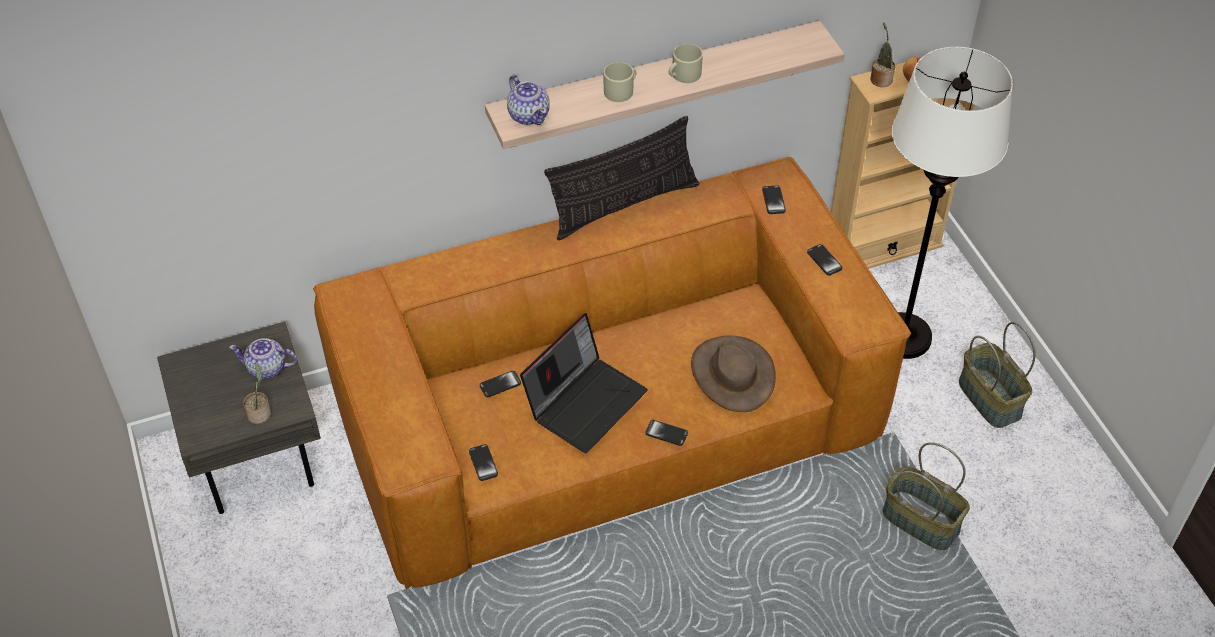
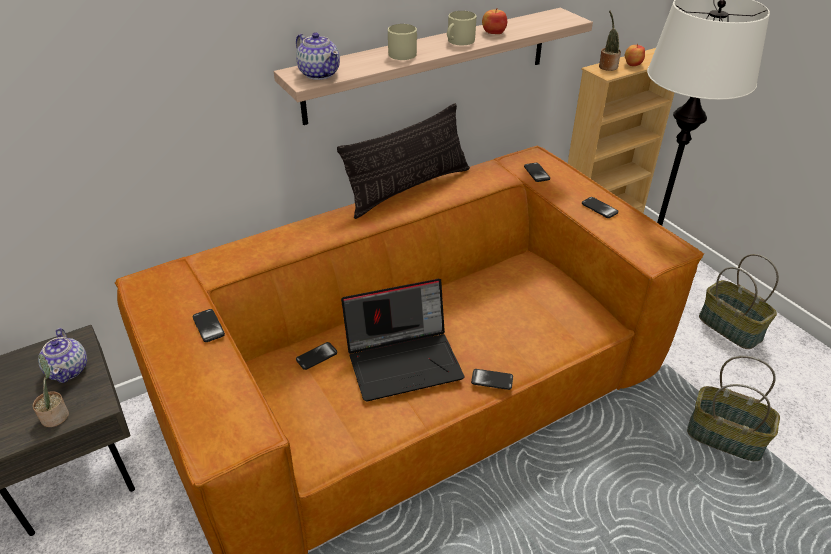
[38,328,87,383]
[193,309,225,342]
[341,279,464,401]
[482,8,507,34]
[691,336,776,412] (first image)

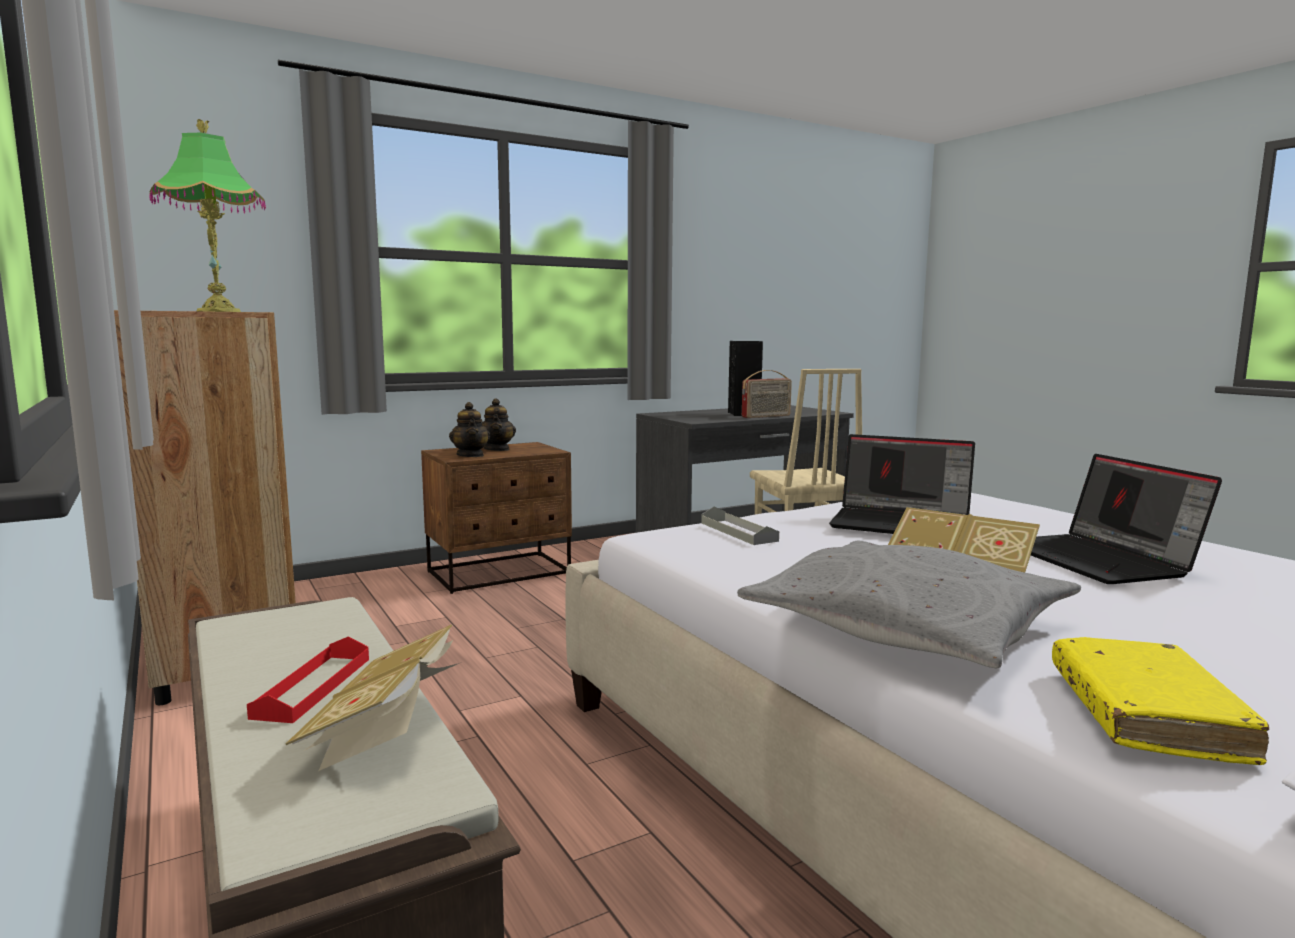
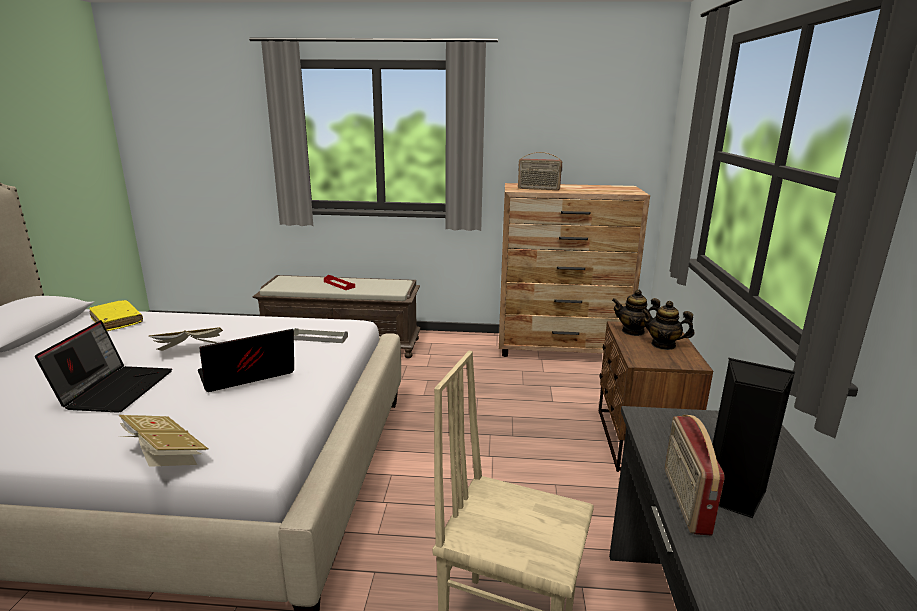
[35,320,172,413]
[119,415,208,467]
[518,152,562,190]
[737,541,1081,668] (first image)

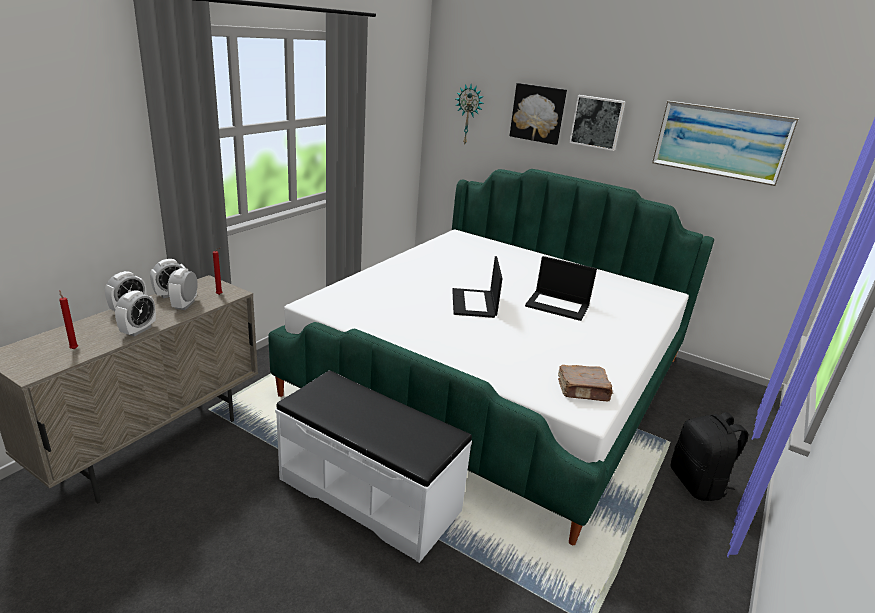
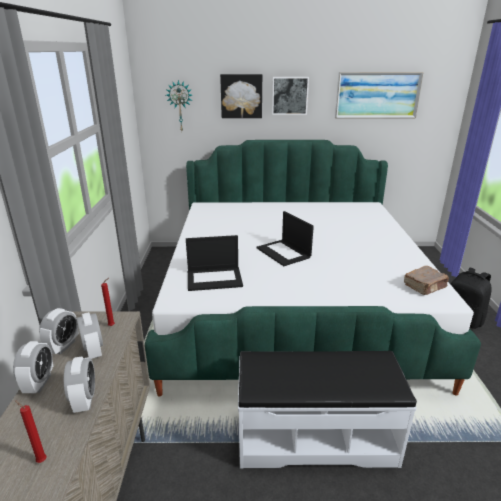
[186,235,243,291]

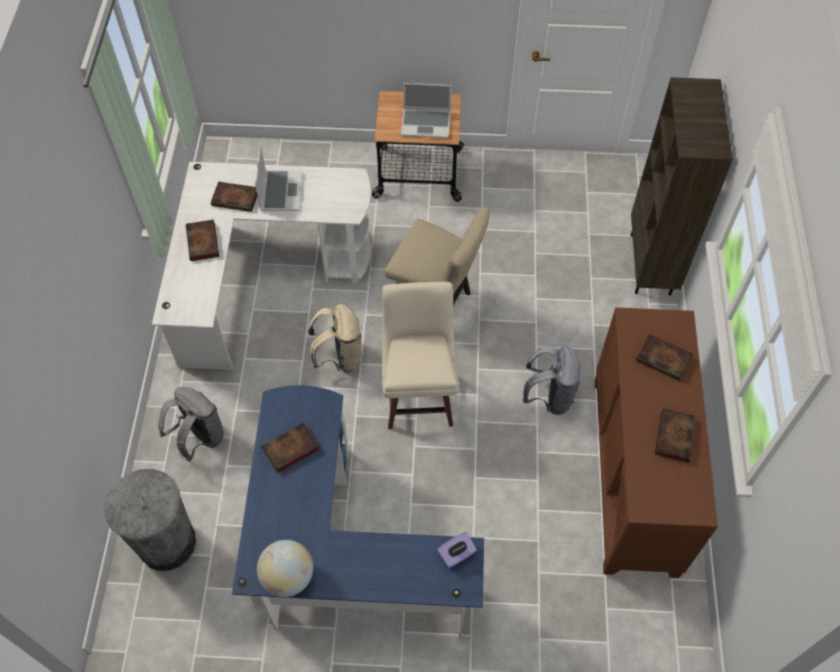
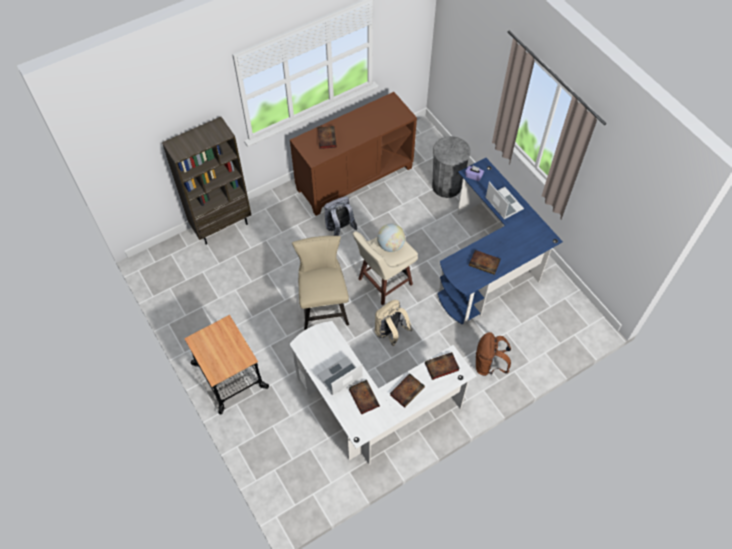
[377,223,405,252]
[425,352,460,380]
[432,136,471,198]
[476,332,511,376]
[486,182,524,219]

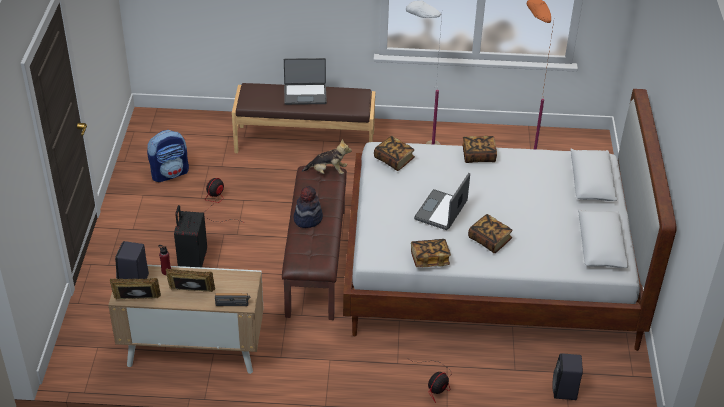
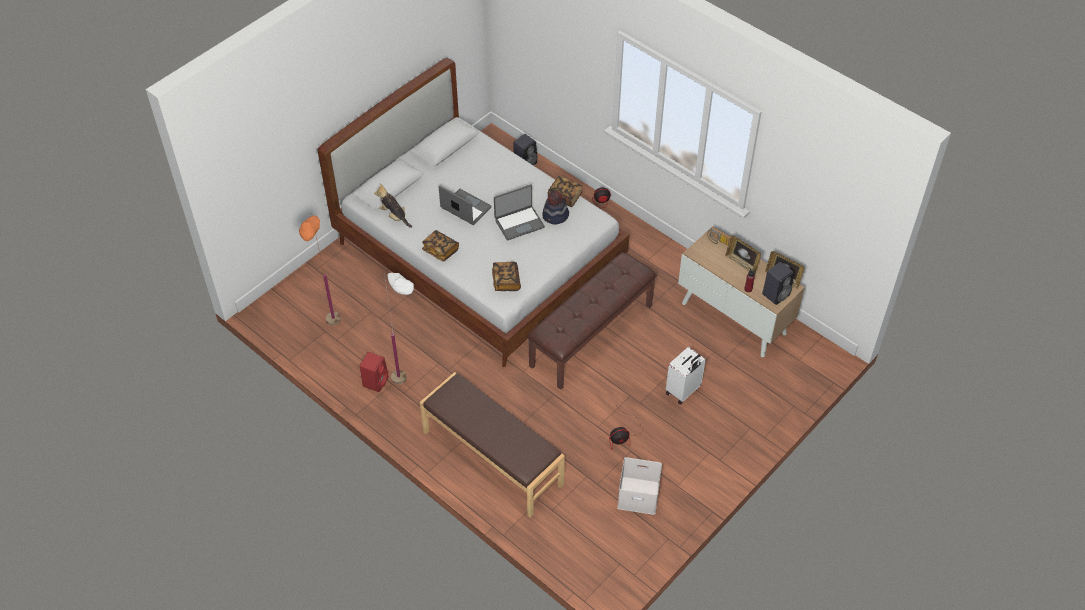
[360,352,389,392]
[374,184,412,228]
[439,186,492,225]
[542,191,569,225]
[617,457,662,515]
[666,347,706,404]
[468,214,513,253] (first image)

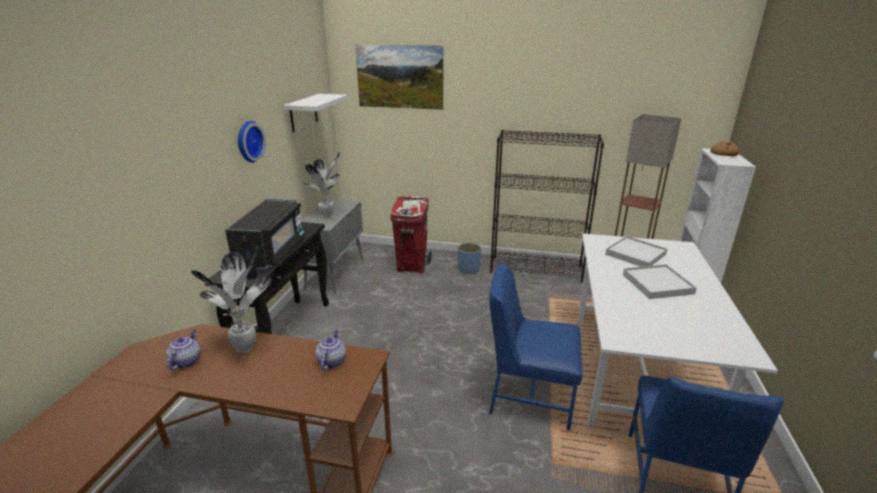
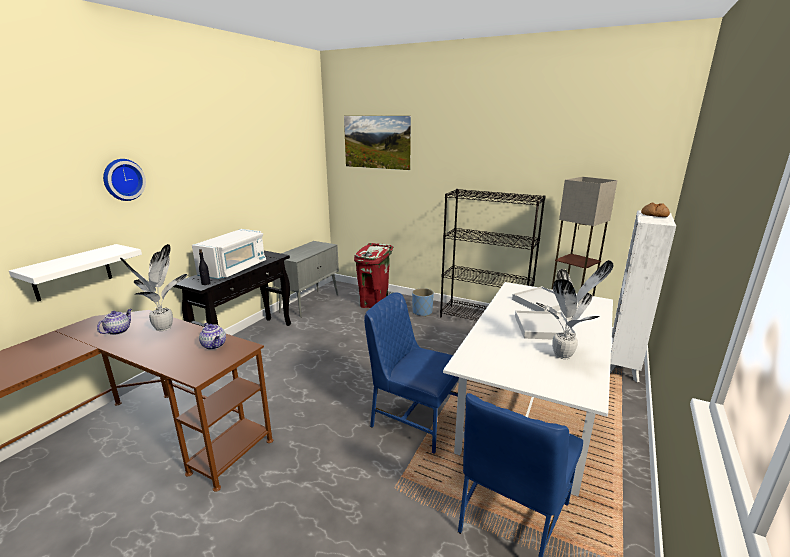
[9,244,142,301]
[103,159,146,201]
[192,229,266,279]
[199,323,226,350]
[536,260,613,359]

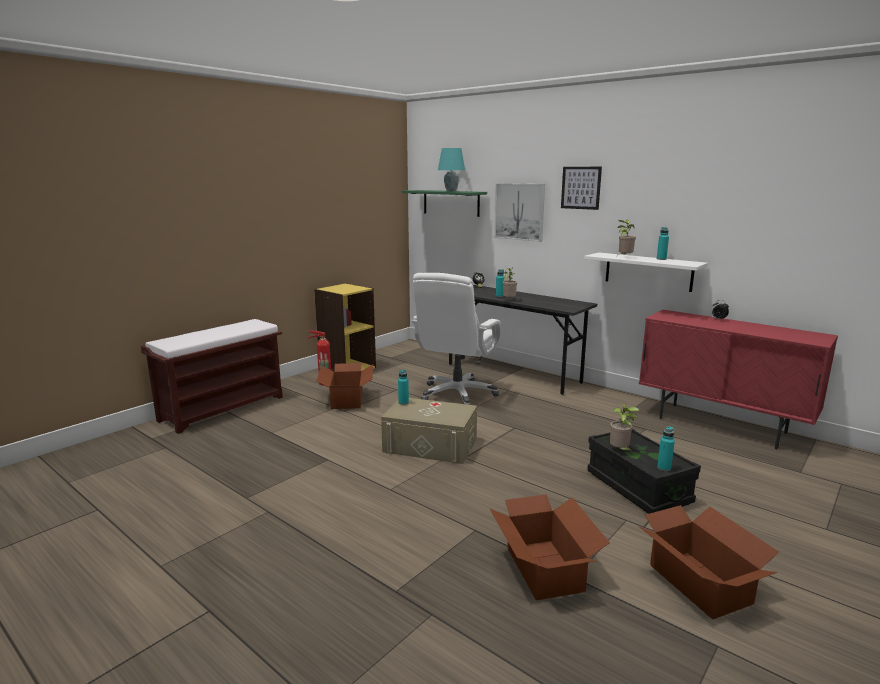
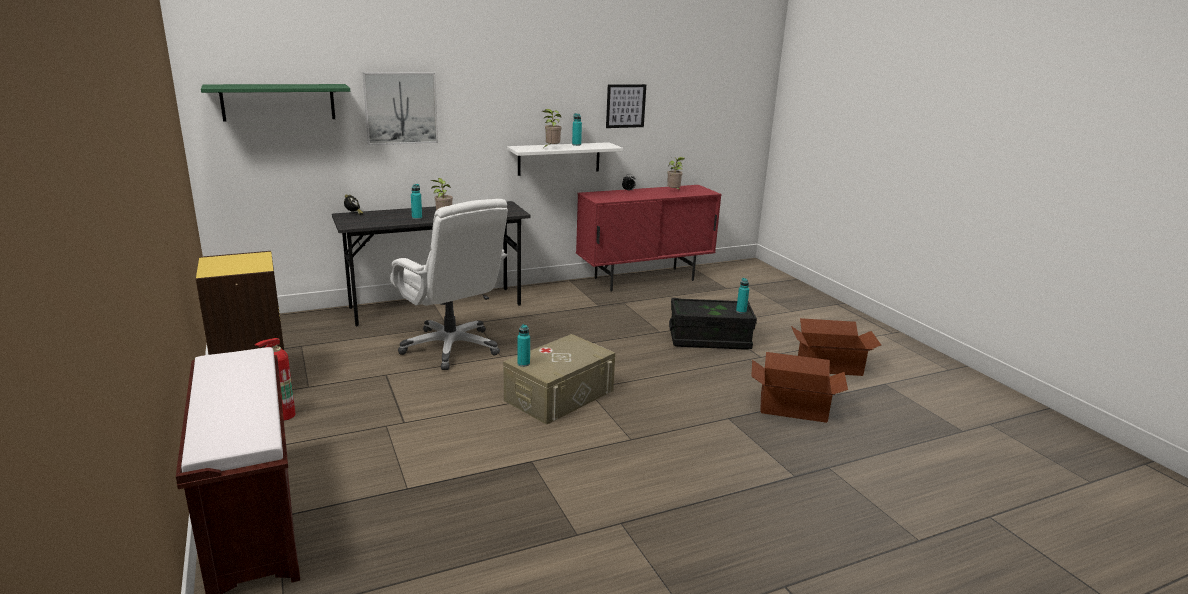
[606,84,646,128]
[667,157,685,191]
[316,363,373,409] (first image)
[438,148,465,191] (first image)

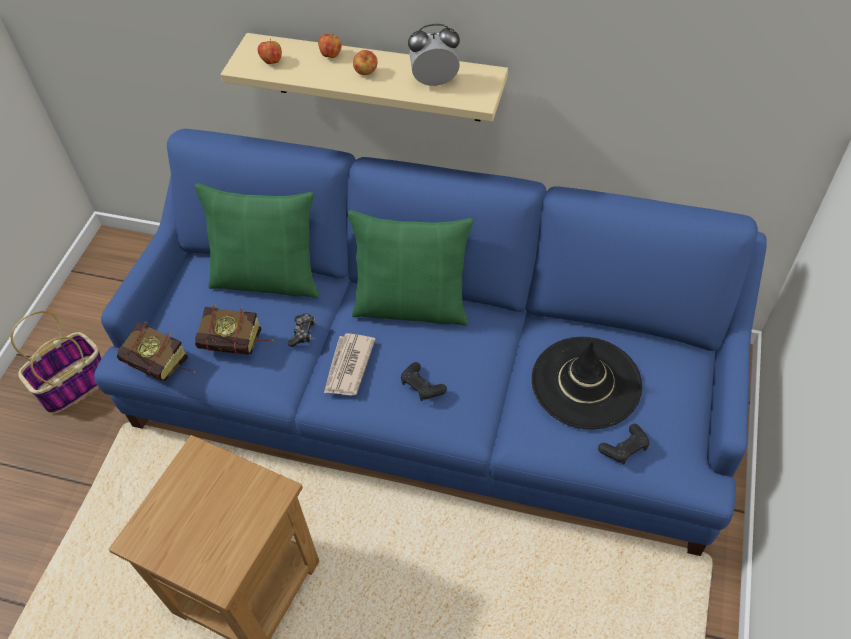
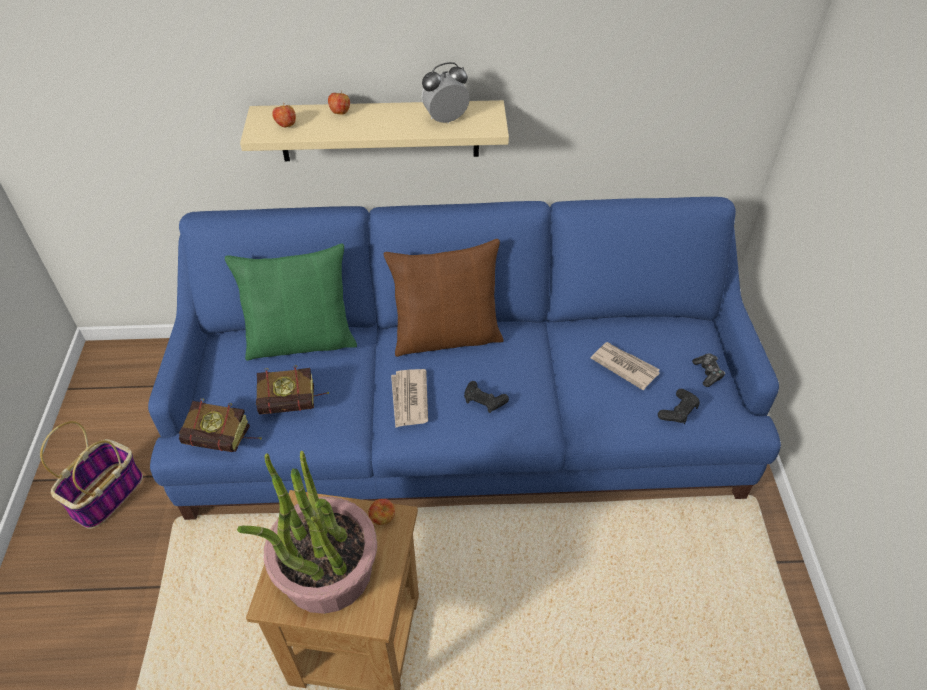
[237,451,377,614]
[369,499,395,525]
[384,239,504,357]
[591,342,660,390]
[692,353,725,387]

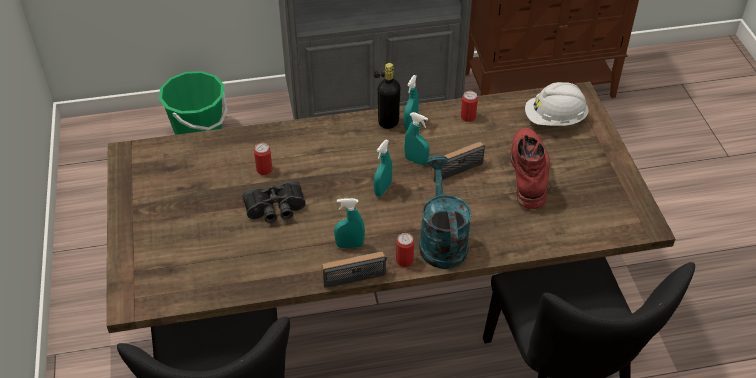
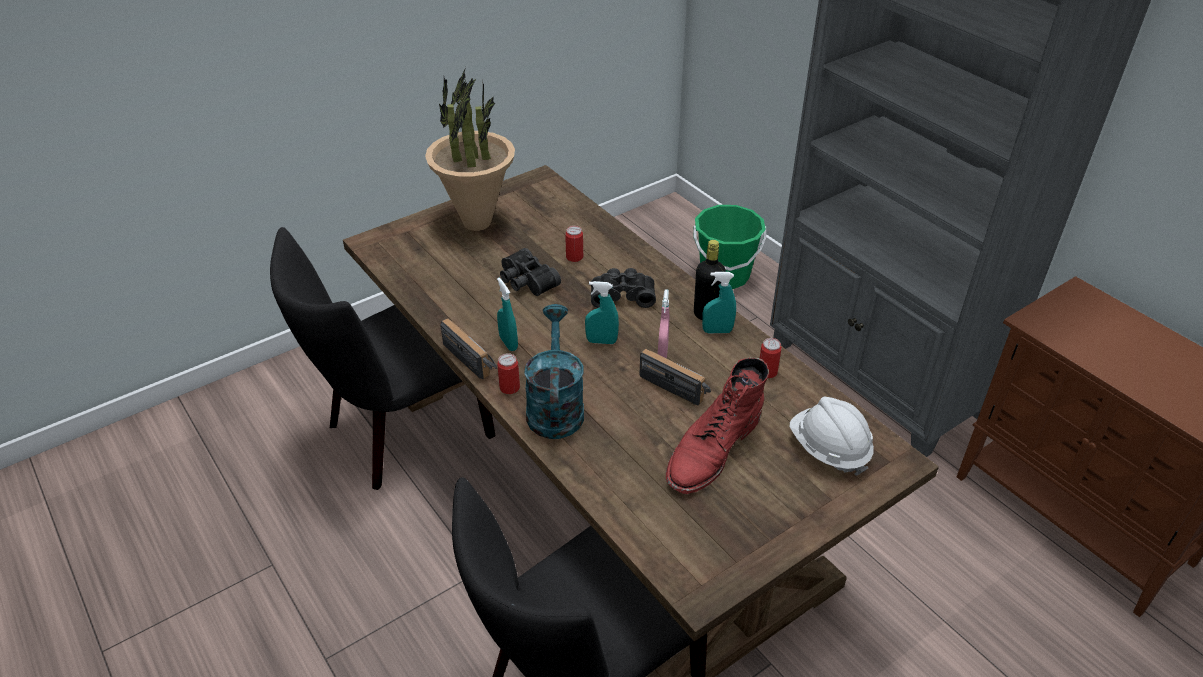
[425,67,515,231]
[524,304,584,439]
[591,268,656,308]
[658,289,670,358]
[666,358,769,494]

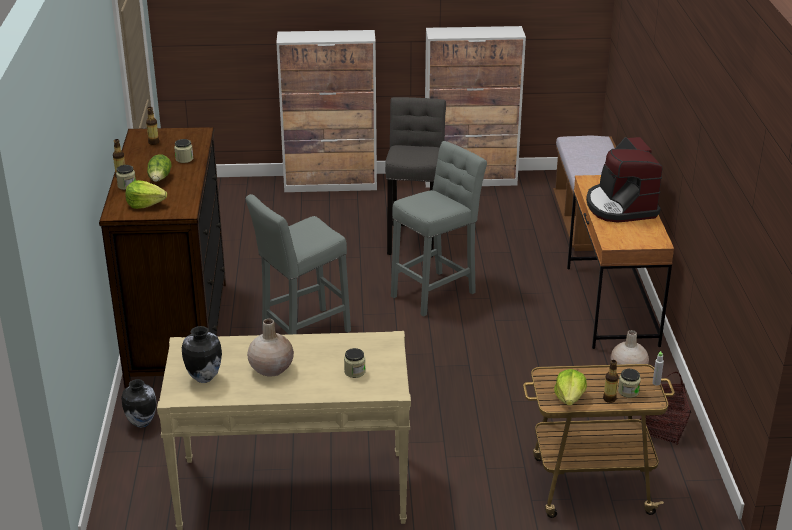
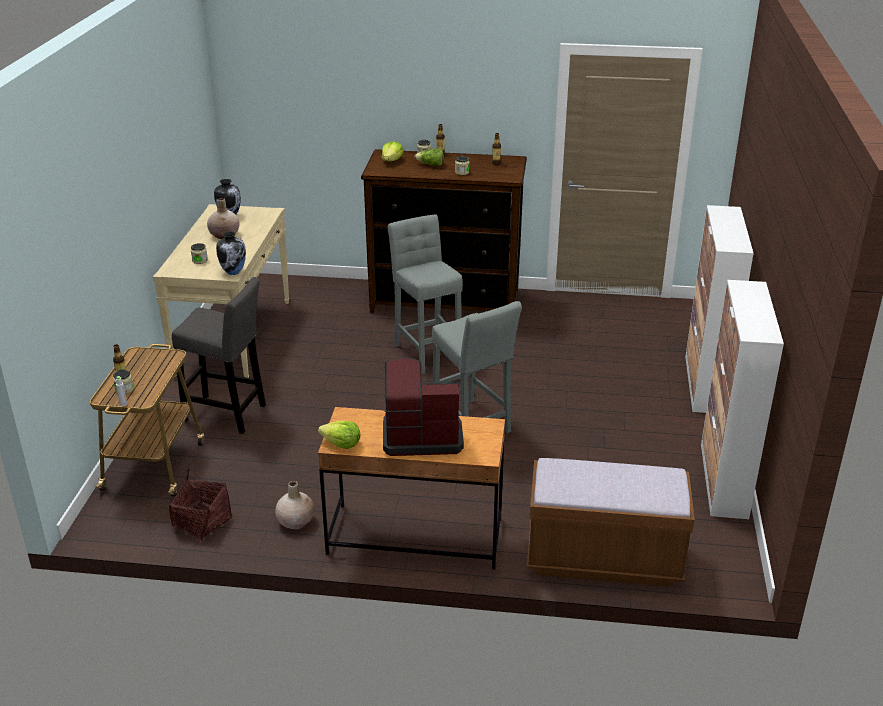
[172,277,266,434]
[216,231,246,275]
[318,421,361,449]

